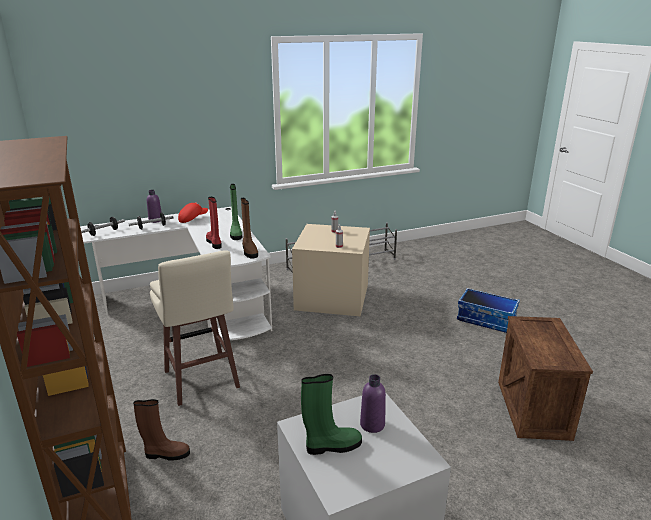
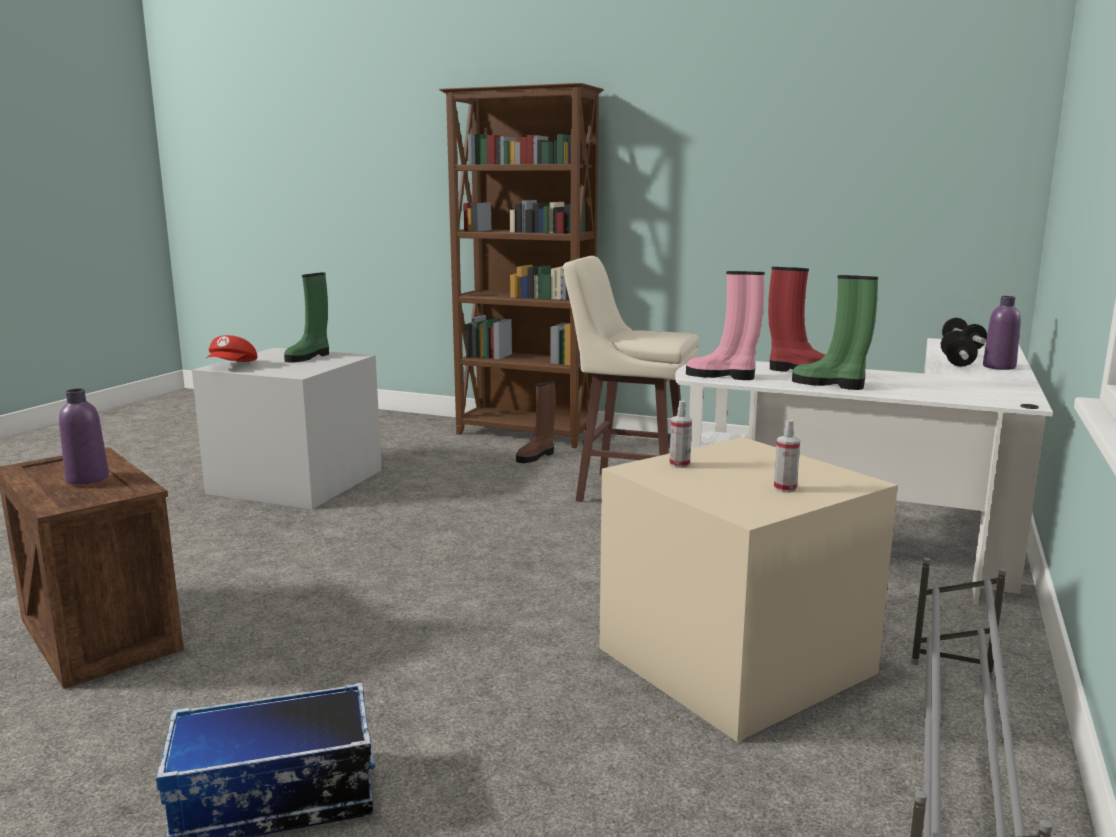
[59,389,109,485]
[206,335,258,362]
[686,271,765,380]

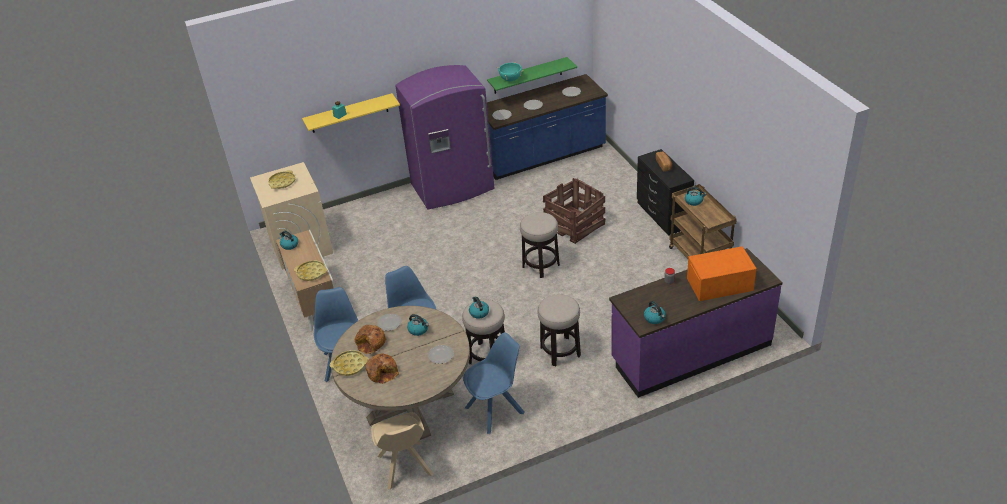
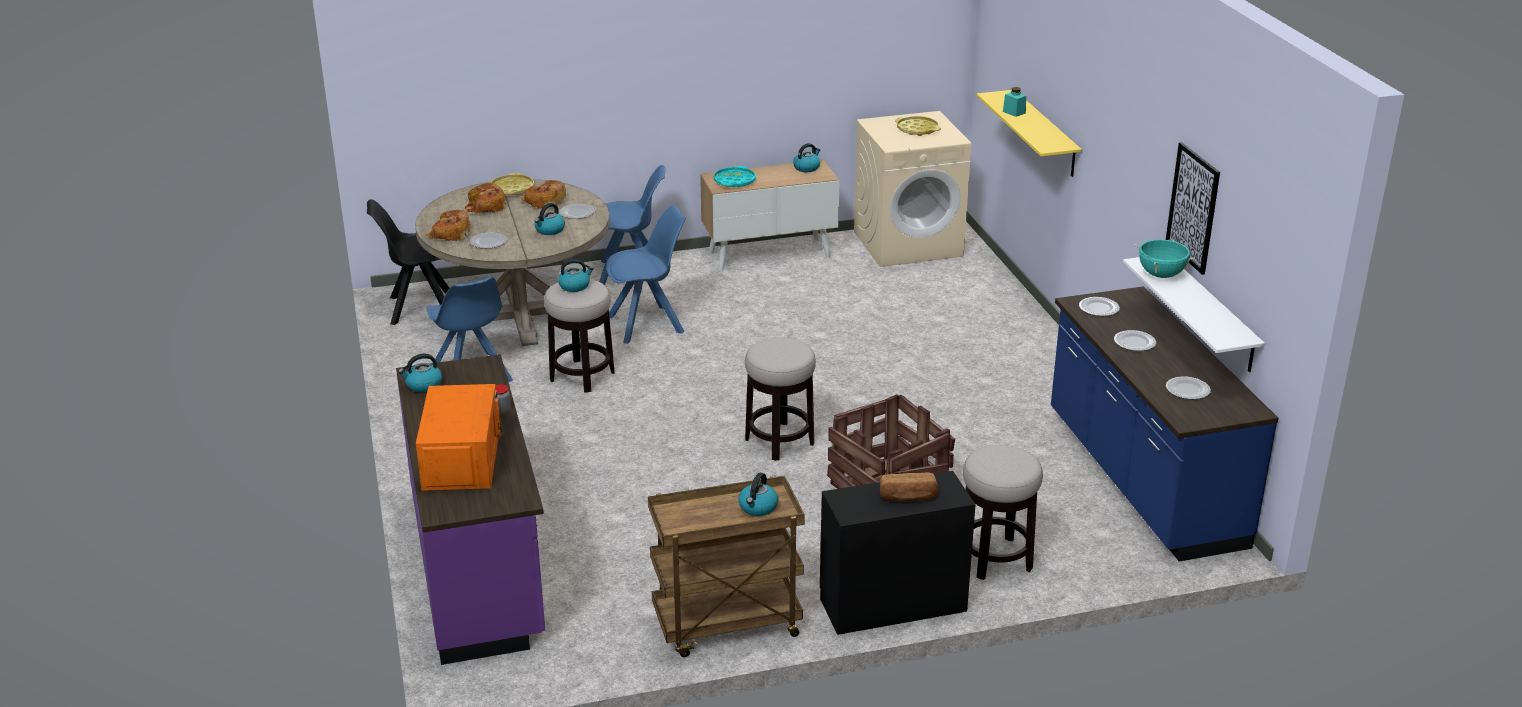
[367,199,449,325]
[426,210,470,241]
[714,166,755,187]
[963,445,1043,580]
[1123,257,1265,372]
[1166,142,1220,275]
[395,65,494,209] (first image)

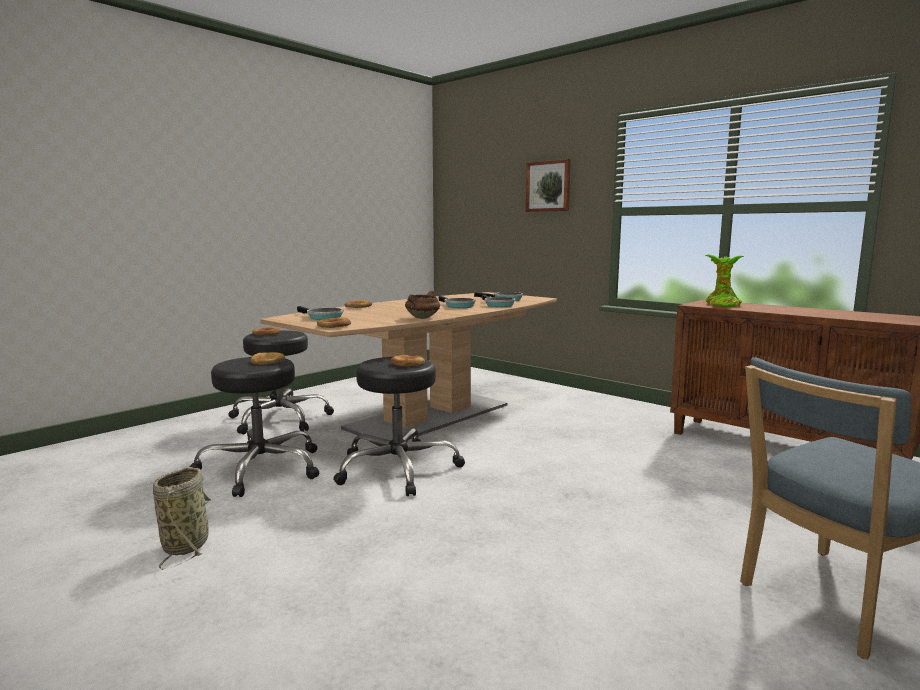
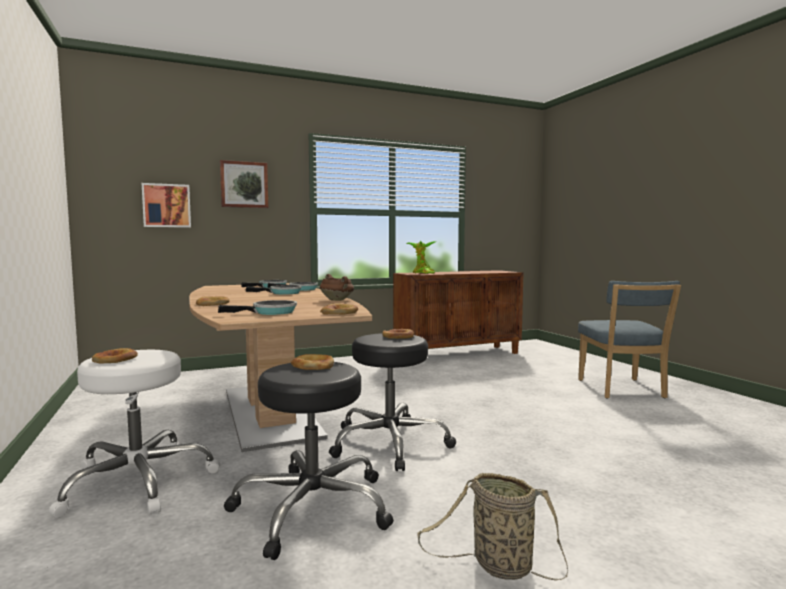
[49,350,220,518]
[142,183,191,228]

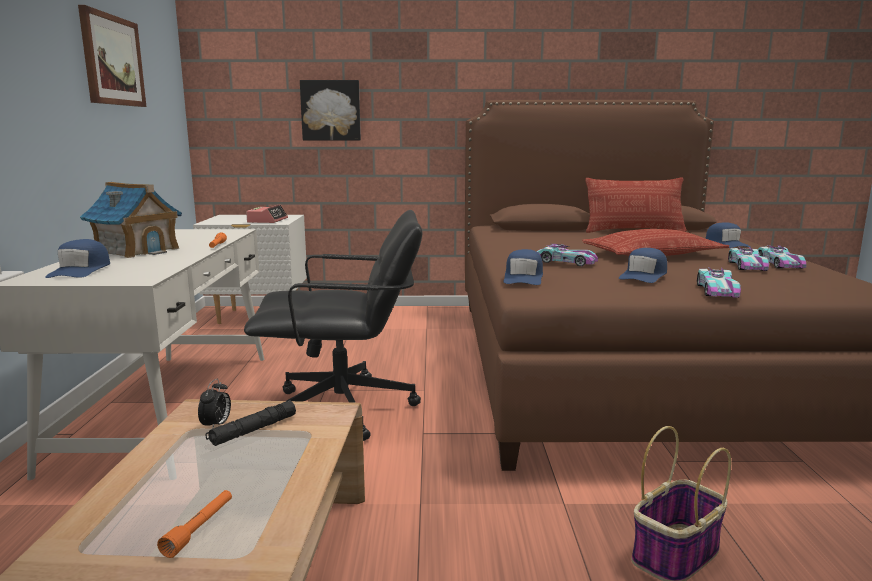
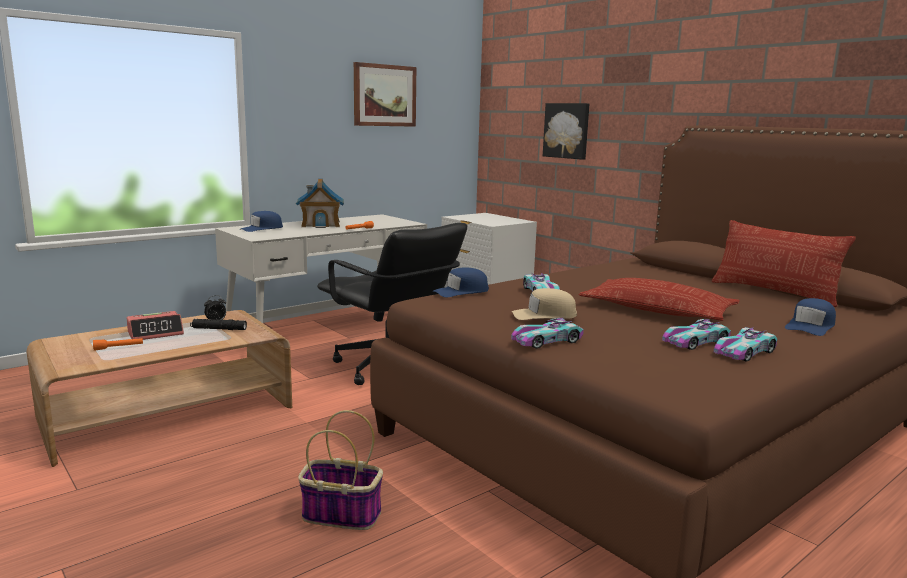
[127,311,184,340]
[512,288,577,320]

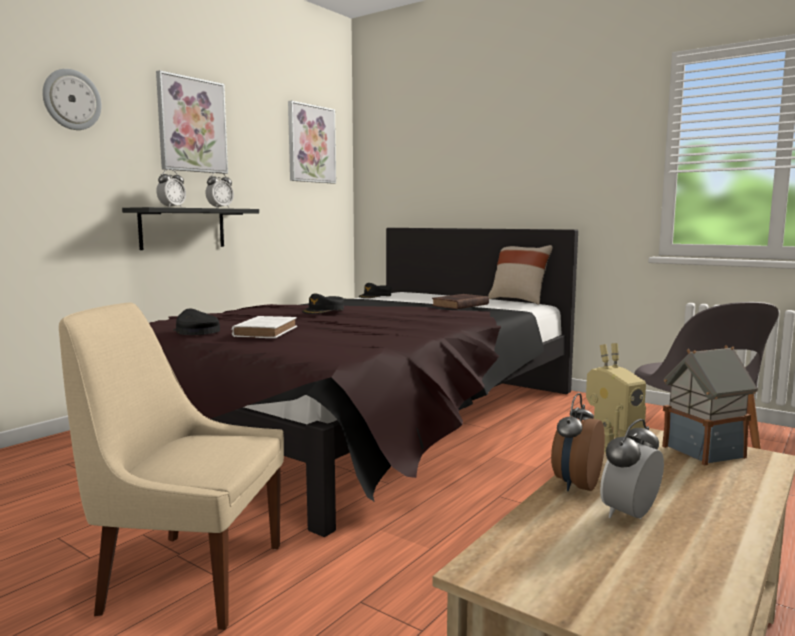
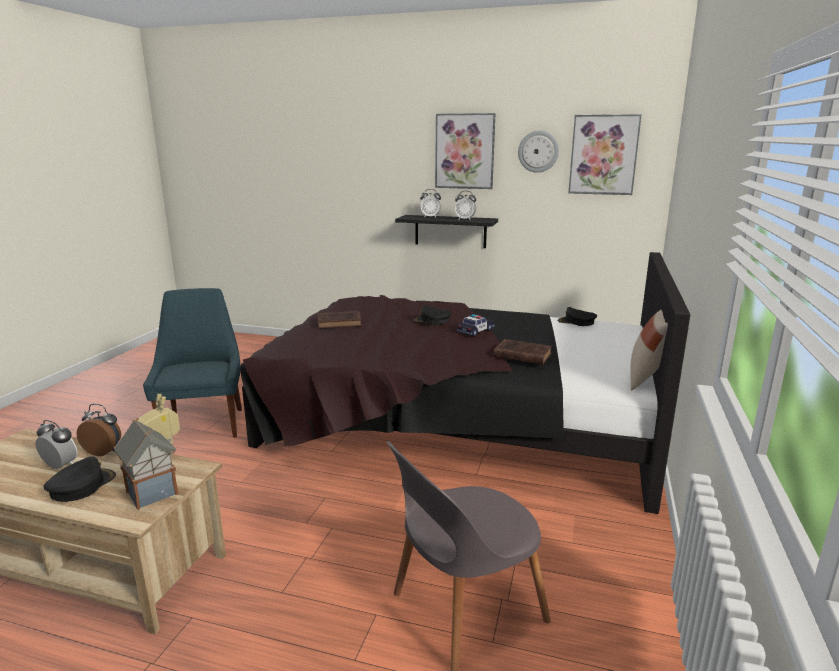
[44,456,116,502]
[143,288,242,438]
[317,311,362,329]
[457,314,495,336]
[518,130,559,173]

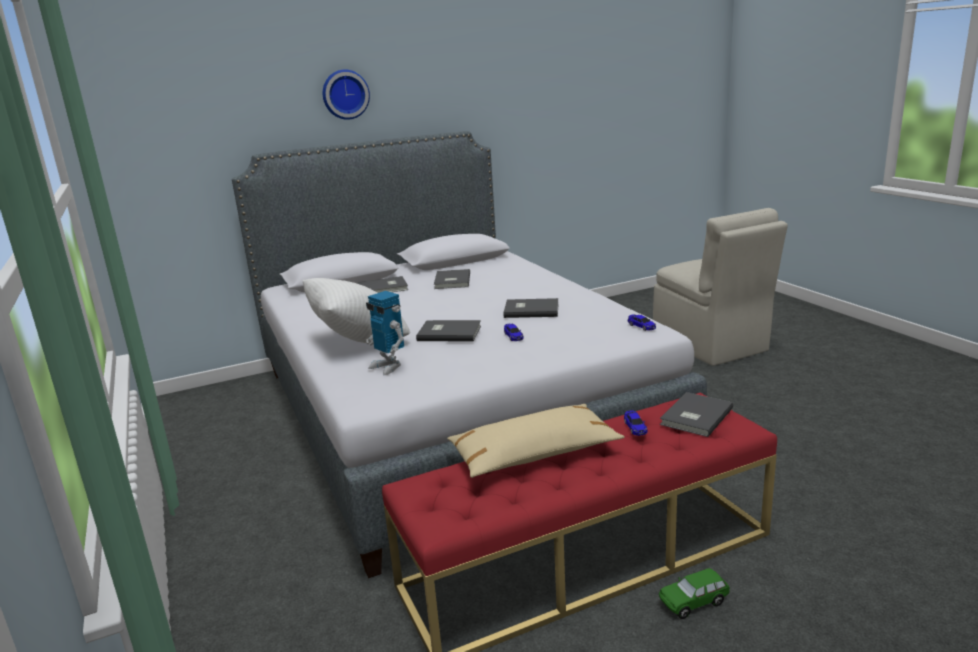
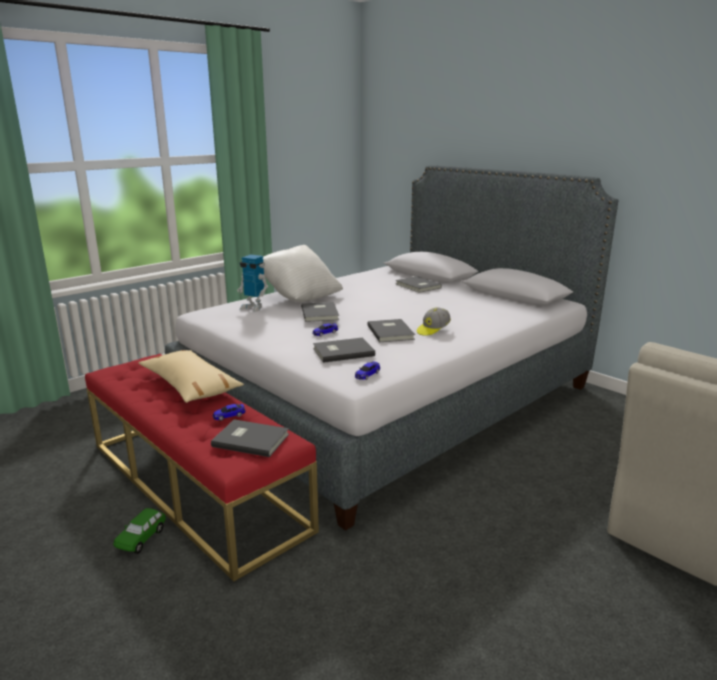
[113,508,166,554]
[237,255,268,312]
[313,338,375,363]
[417,307,451,336]
[323,70,370,120] (first image)

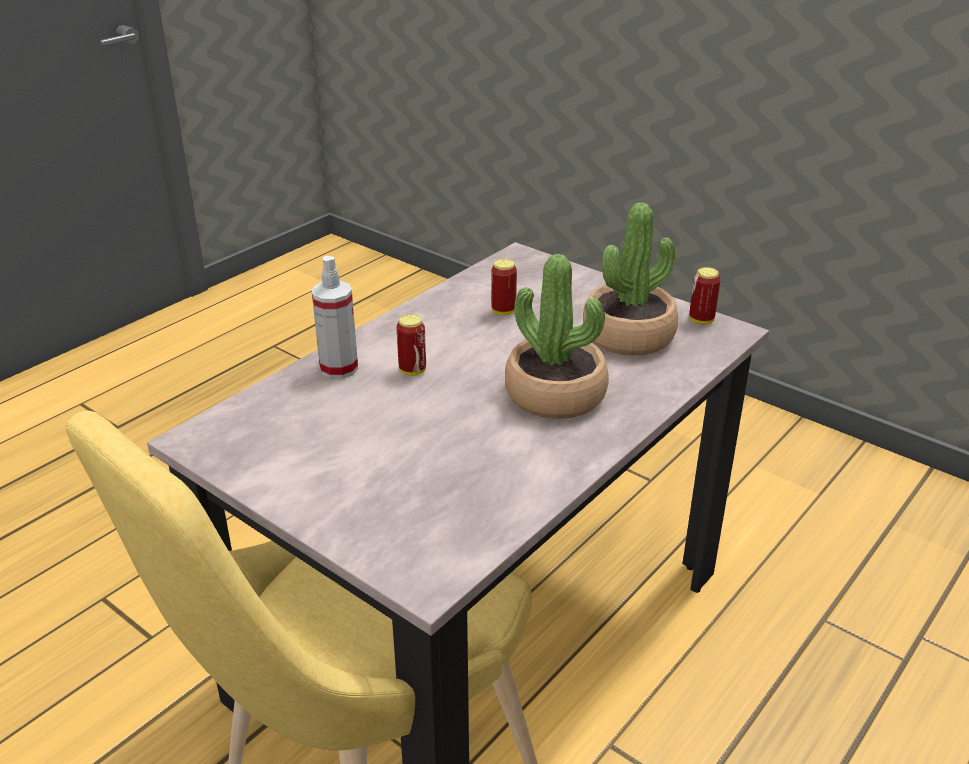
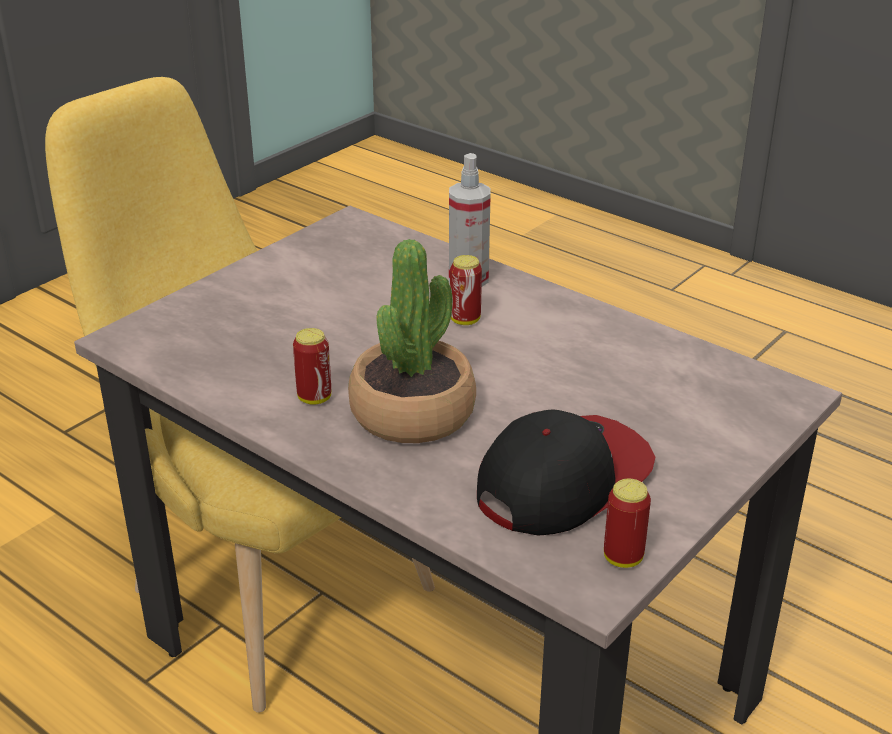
[293,328,331,405]
[477,409,656,535]

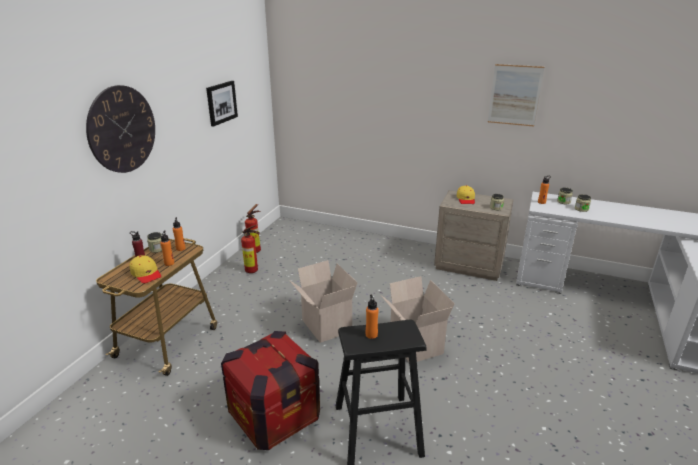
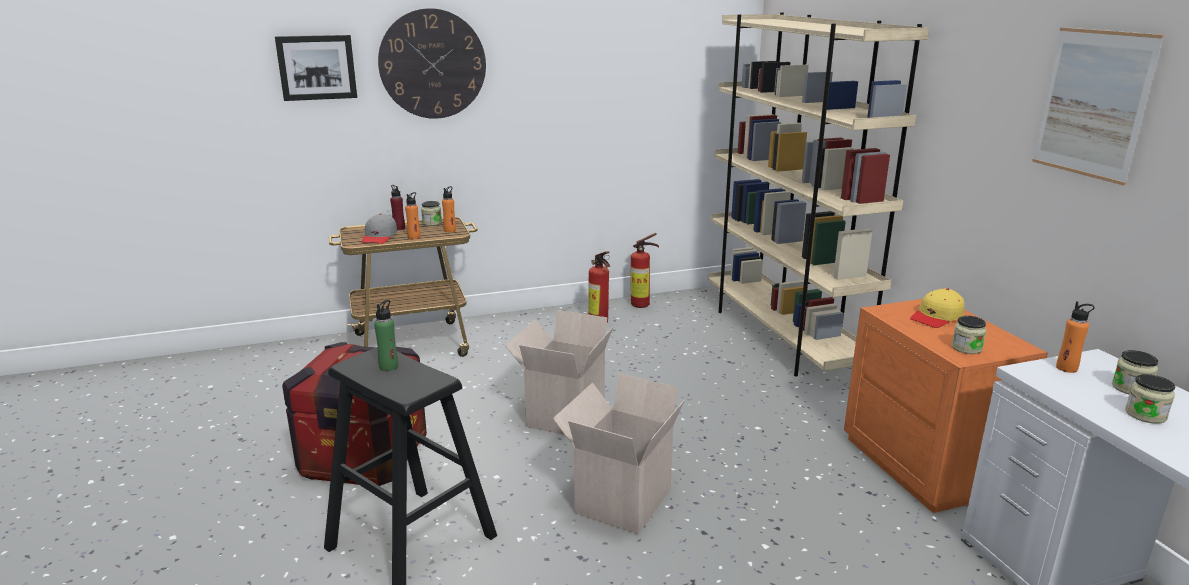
[275,35,357,101]
[361,213,397,244]
[374,300,398,371]
[708,12,929,377]
[844,299,1048,513]

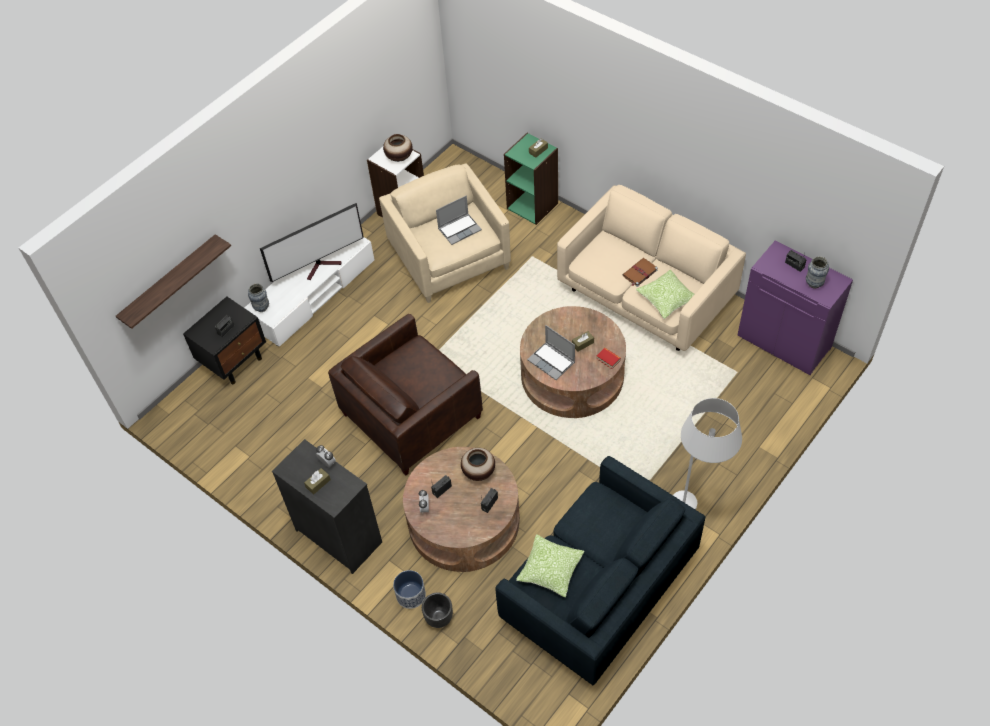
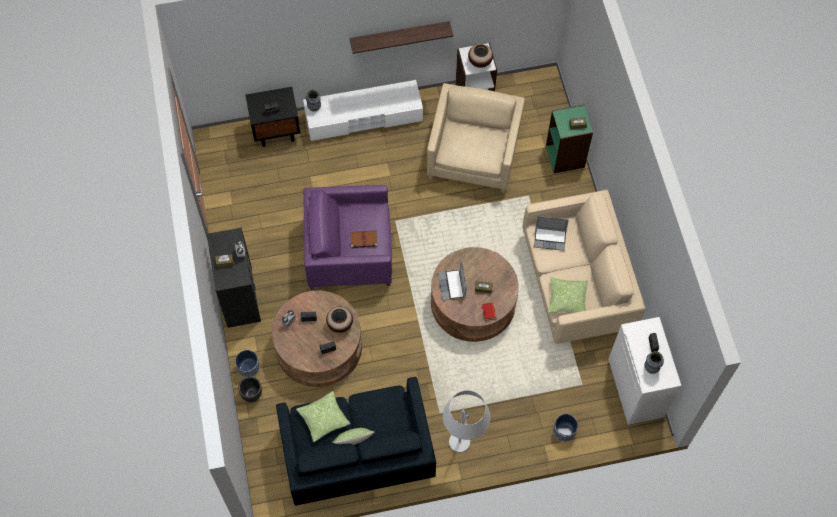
[303,185,392,290]
[332,428,374,445]
[349,21,453,54]
[349,231,377,248]
[534,216,569,251]
[553,414,578,442]
[608,317,681,425]
[260,203,364,282] (first image)

